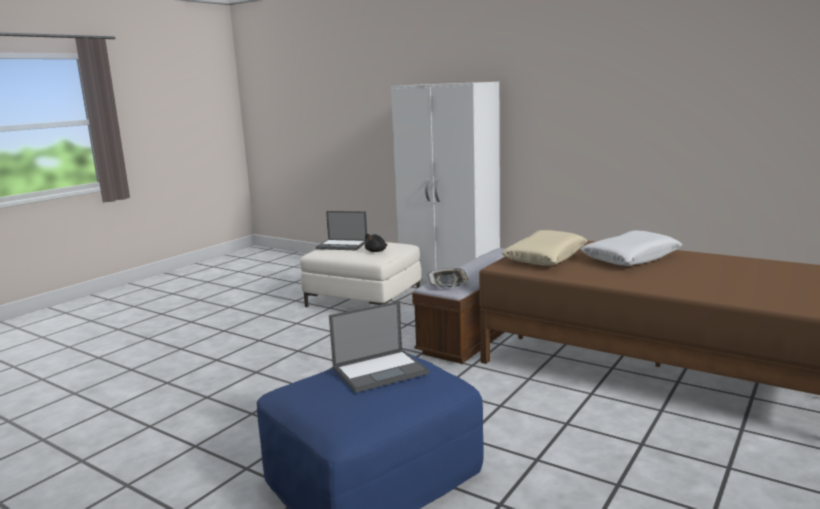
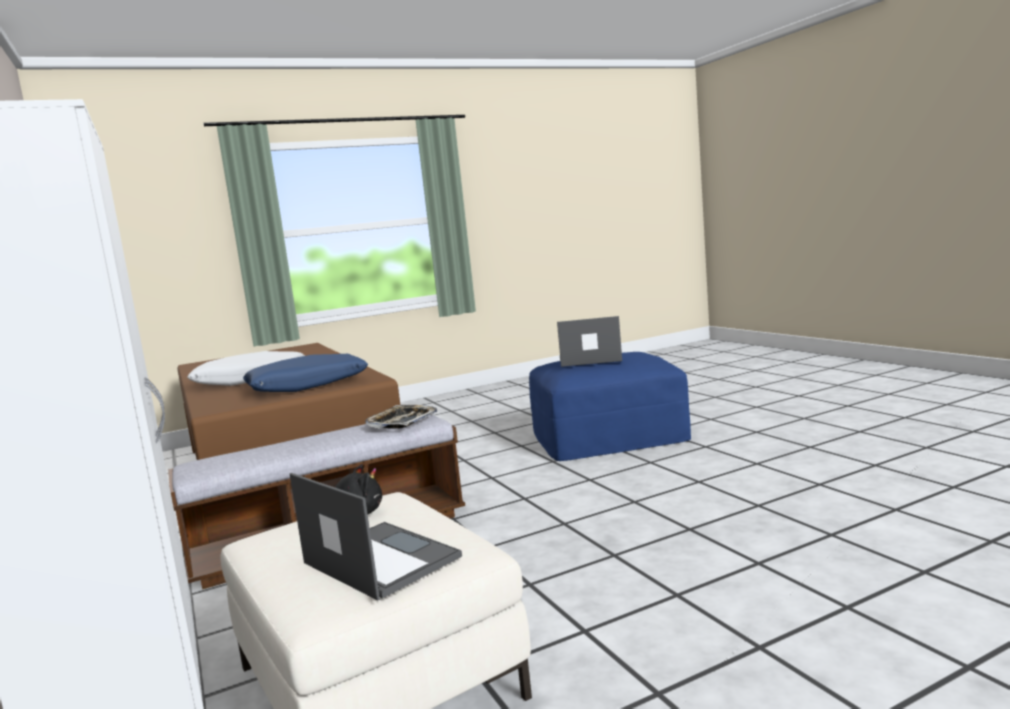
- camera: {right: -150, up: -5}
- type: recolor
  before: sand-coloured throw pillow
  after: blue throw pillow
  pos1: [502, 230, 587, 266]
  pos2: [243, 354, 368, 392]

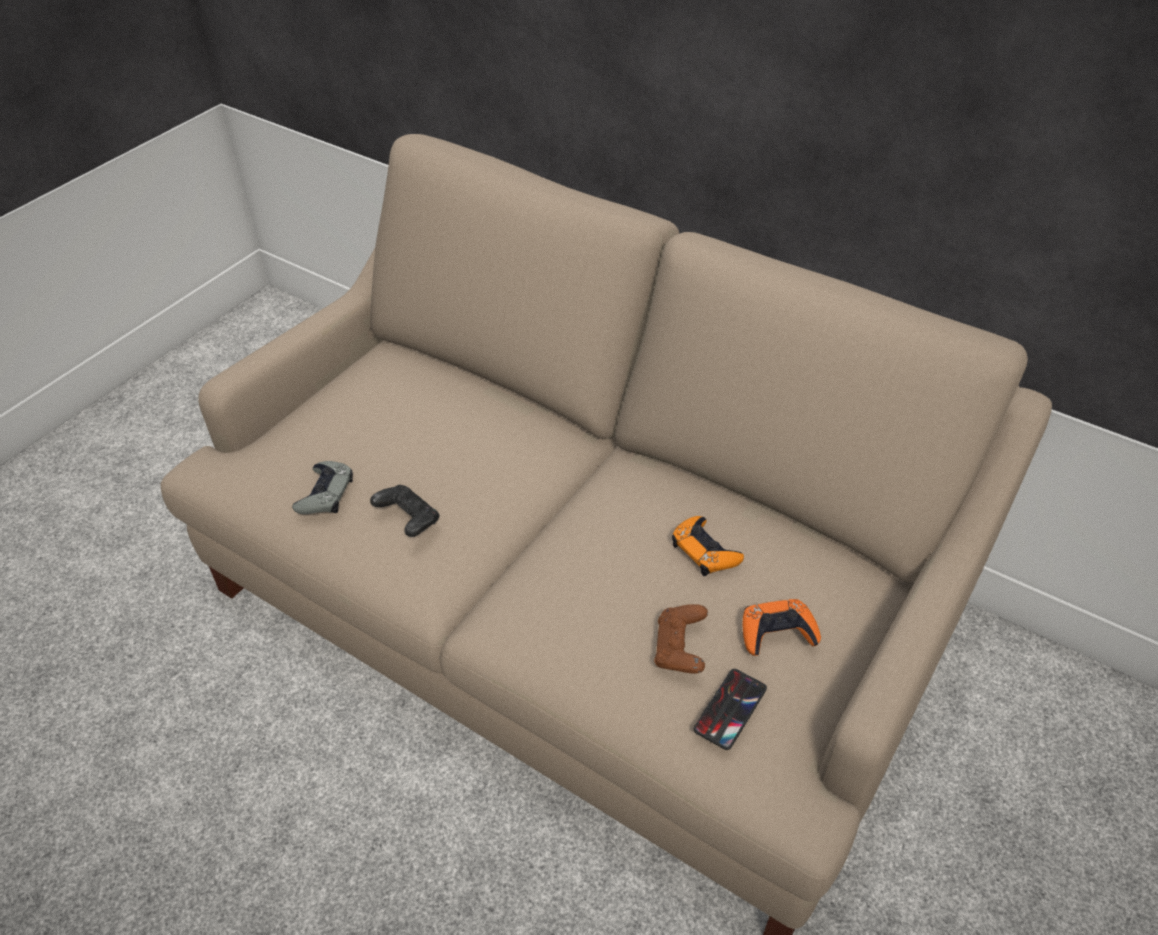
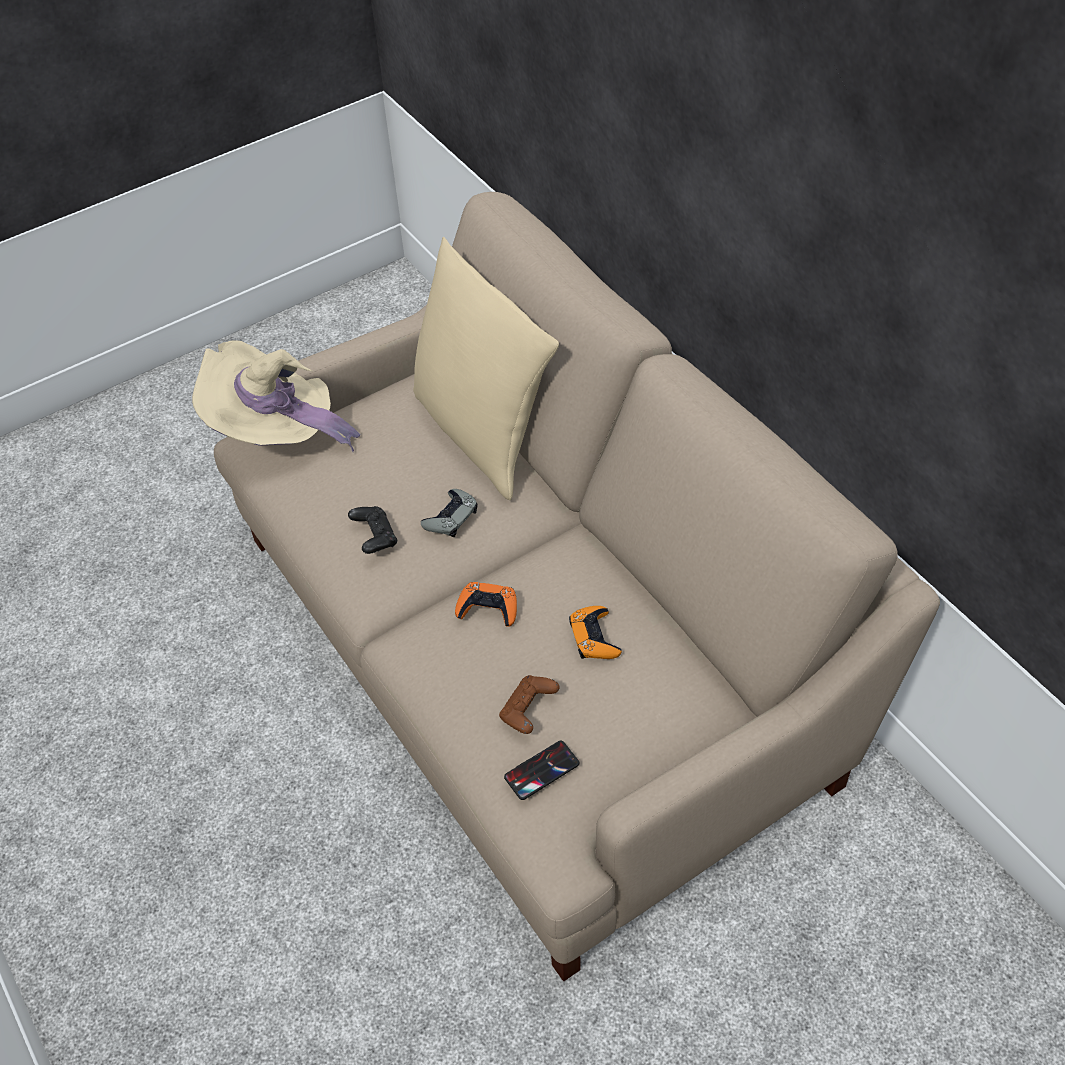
- camera: {right: 25, up: 5}
- type: move
  before: grey joypad
  pos1: [292, 461, 353, 514]
  pos2: [421, 489, 478, 537]
- type: move
  before: orange joypad
  pos1: [743, 599, 821, 656]
  pos2: [455, 582, 517, 627]
- type: insert
  after: sand-coloured wearable hat
  pos2: [192, 340, 360, 452]
- type: insert
  after: sand-coloured throw pillow
  pos2: [413, 237, 559, 500]

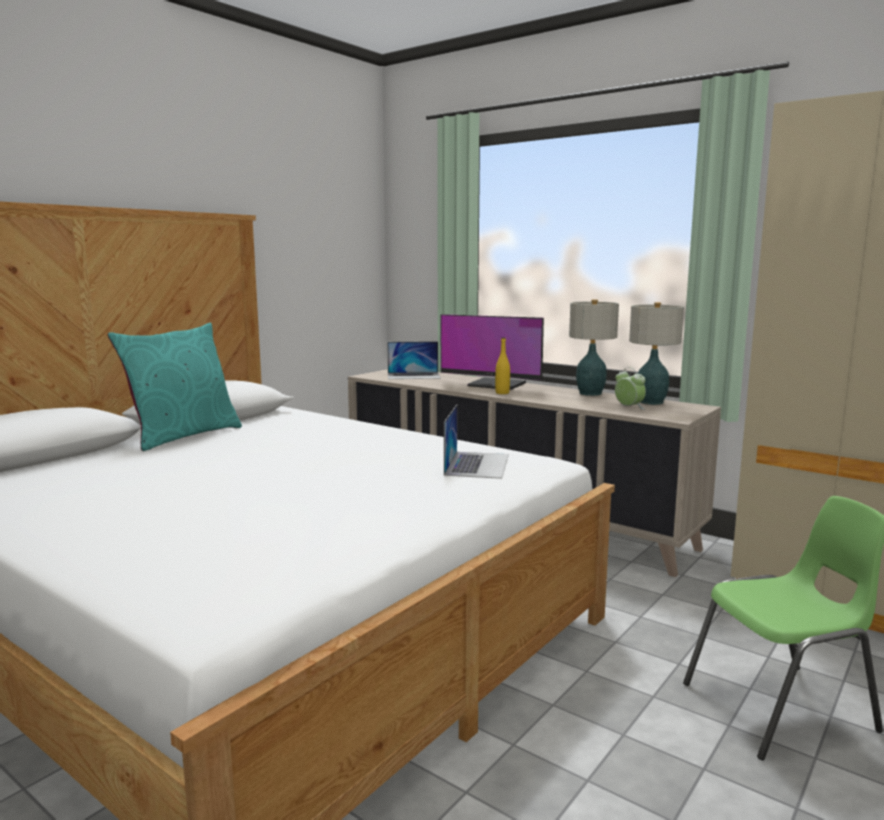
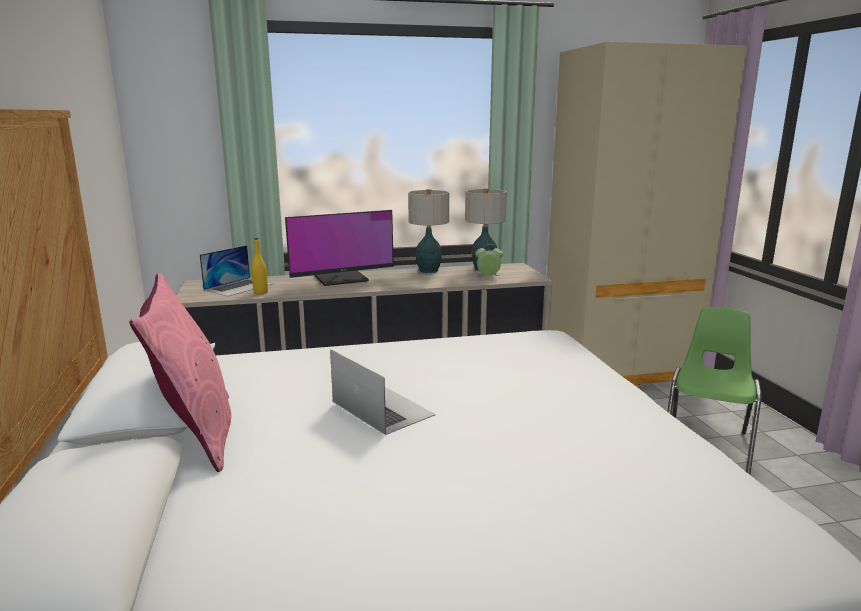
- camera: {right: -50, up: 5}
- type: recolor
  before: turquoise-coloured throw pillow
  after: pink throw pillow
  pos1: [107, 323, 242, 451]
  pos2: [129, 273, 231, 472]
- type: move
  before: laptop
  pos1: [444, 405, 509, 479]
  pos2: [330, 349, 436, 435]
- type: move
  before: yellow-coloured drink bottle
  pos1: [495, 337, 510, 394]
  pos2: [251, 238, 268, 294]

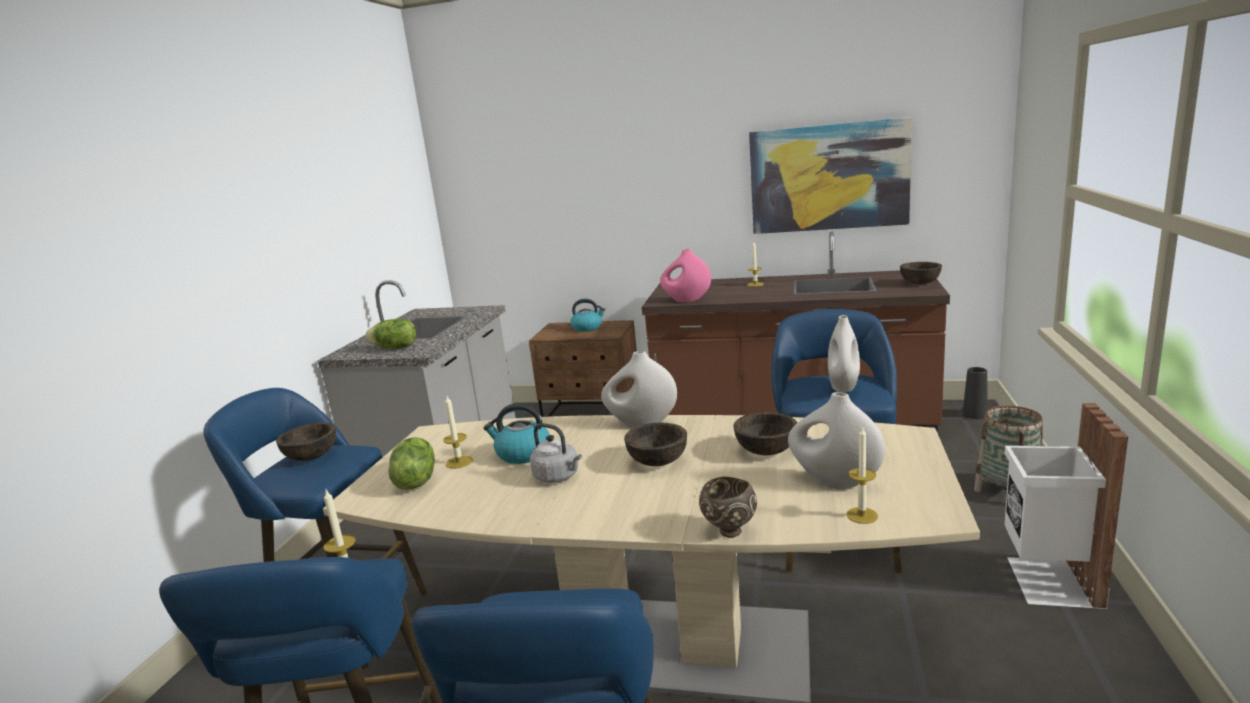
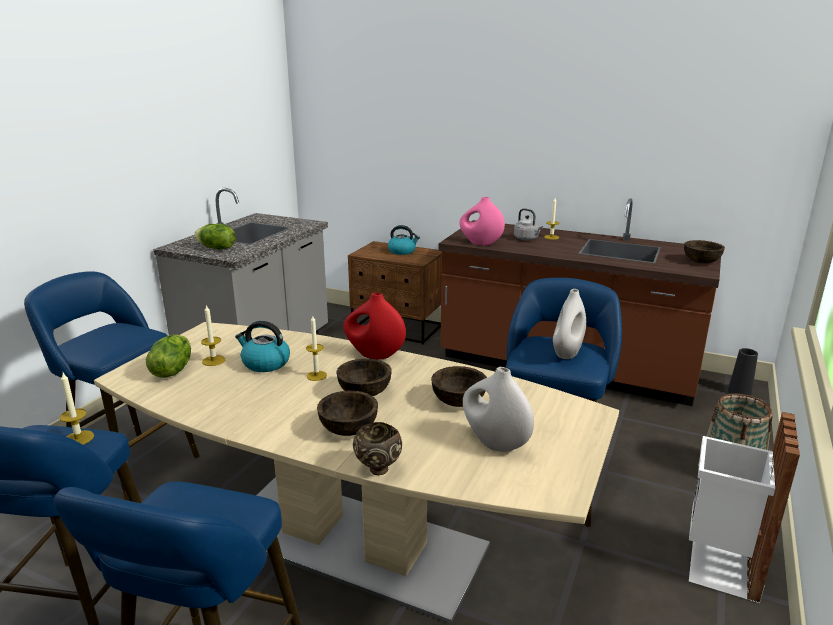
- camera: {right: 10, up: 5}
- type: move
  before: brown serving bowl
  pos1: [276, 422, 336, 461]
  pos2: [317, 391, 378, 436]
- type: move
  before: grey kettle
  pos1: [530, 423, 582, 483]
  pos2: [514, 208, 543, 240]
- type: recolor
  before: whitish flower vase
  after: red-coloured flower vase
  pos1: [601, 351, 677, 428]
  pos2: [343, 293, 406, 360]
- type: delete
  before: wall picture
  pos1: [749, 117, 912, 234]
- type: move
  before: wax light
  pos1: [847, 426, 878, 524]
  pos2: [306, 316, 327, 381]

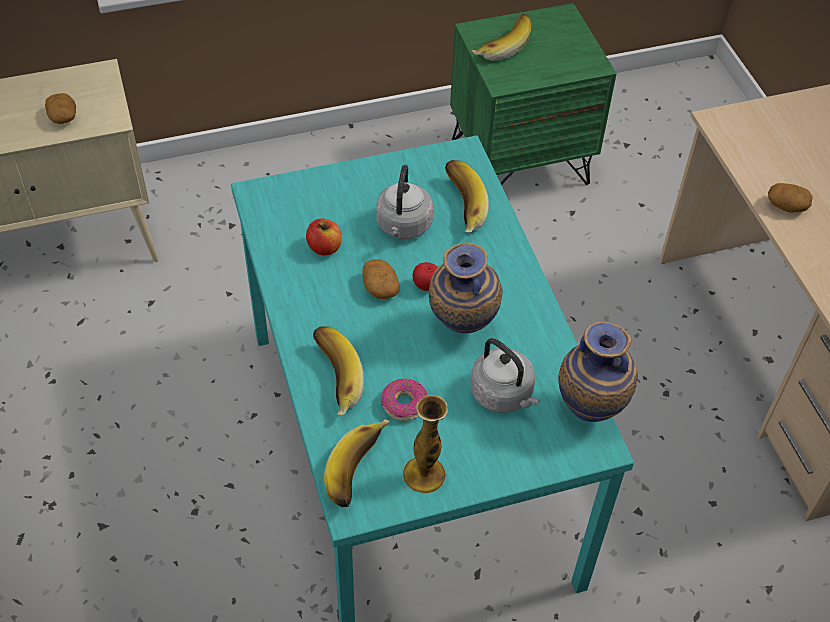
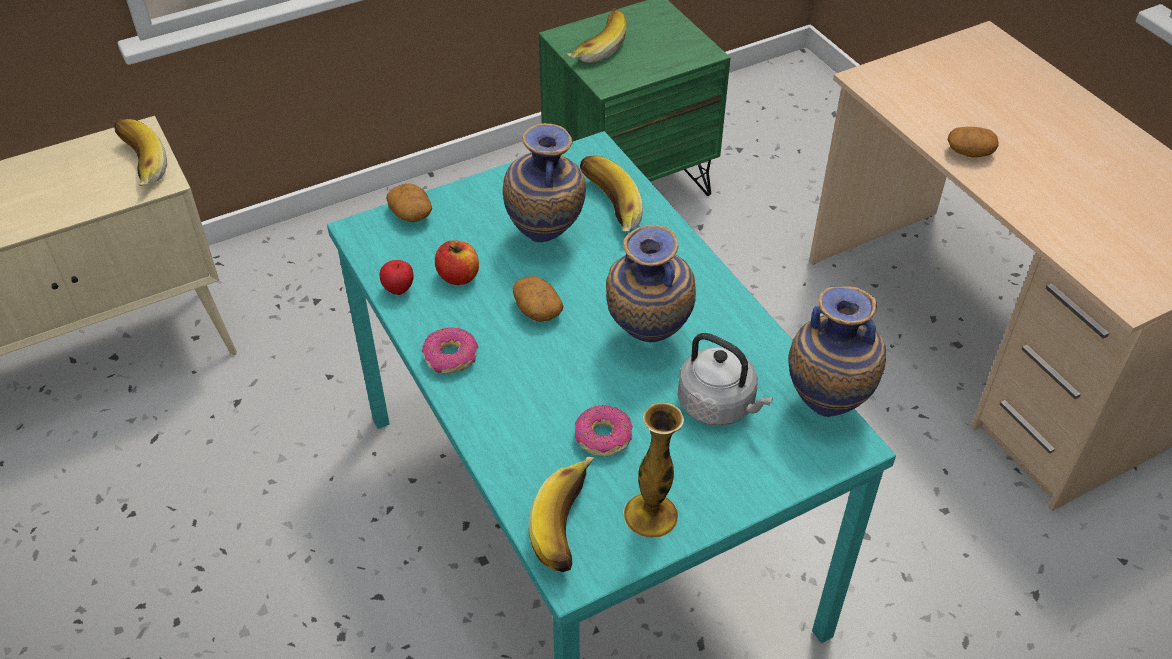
- camera: {right: -10, up: -5}
- type: move
  before: spud
  pos1: [45, 93, 76, 124]
  pos2: [386, 183, 432, 222]
- type: move
  before: banana
  pos1: [313, 327, 364, 415]
  pos2: [114, 119, 167, 186]
- type: replace
  before: grey kettle
  after: flower vase
  pos1: [376, 165, 433, 239]
  pos2: [503, 123, 586, 242]
- type: move
  before: apple
  pos1: [413, 262, 437, 291]
  pos2: [380, 260, 414, 295]
- type: insert
  after: donut
  pos2: [422, 327, 478, 374]

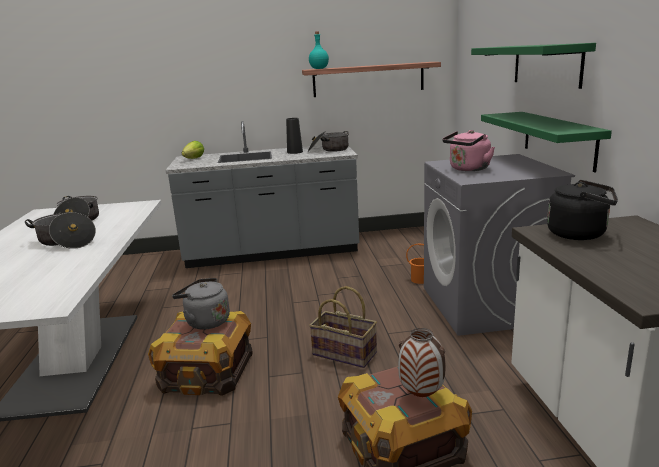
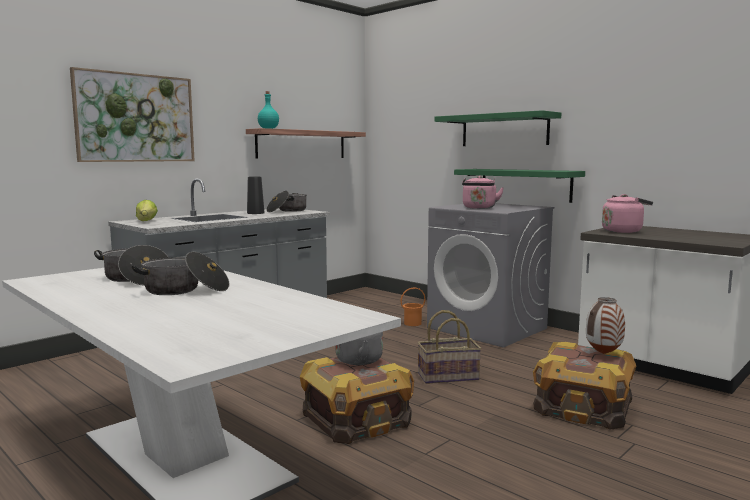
- camera: {right: -40, up: -10}
- type: recolor
  before: black kettle
  after: pink kettle
  pos1: [547, 180, 618, 240]
  pos2: [602, 194, 653, 233]
- type: insert
  after: wall picture
  pos2: [70, 67, 195, 162]

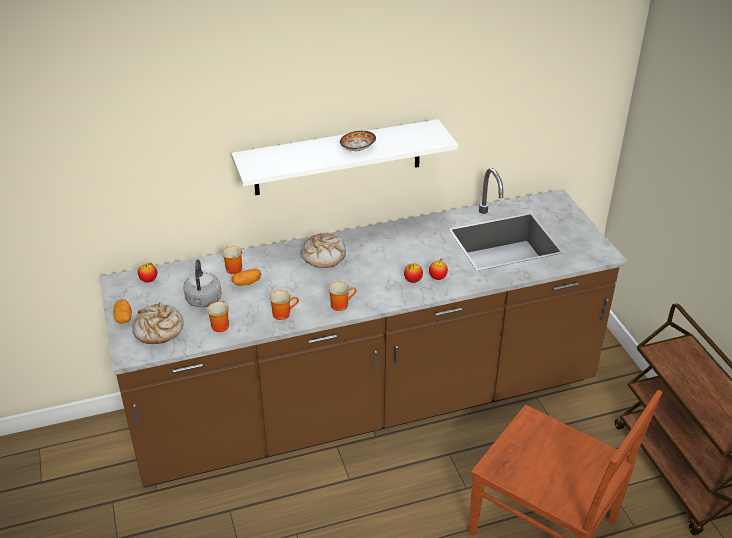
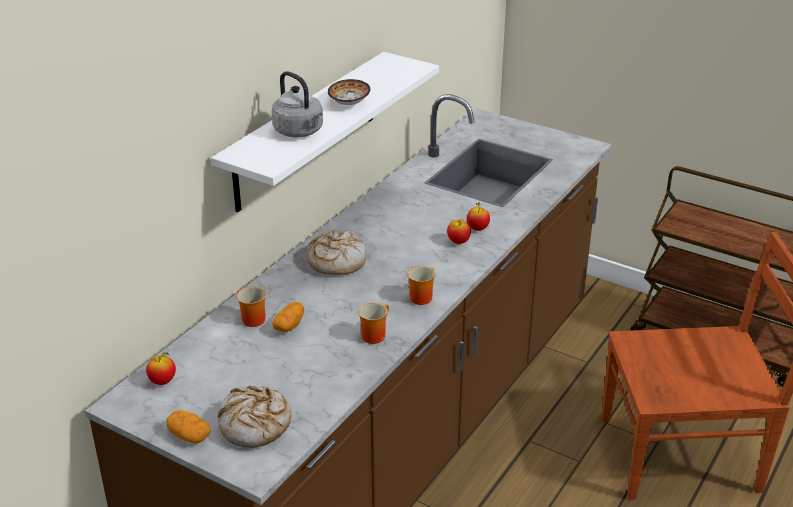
- camera: {right: -40, up: -5}
- type: move
  before: grey kettle
  pos1: [183, 259, 222, 307]
  pos2: [272, 71, 323, 137]
- type: delete
  before: tea mug
  pos1: [207, 301, 229, 332]

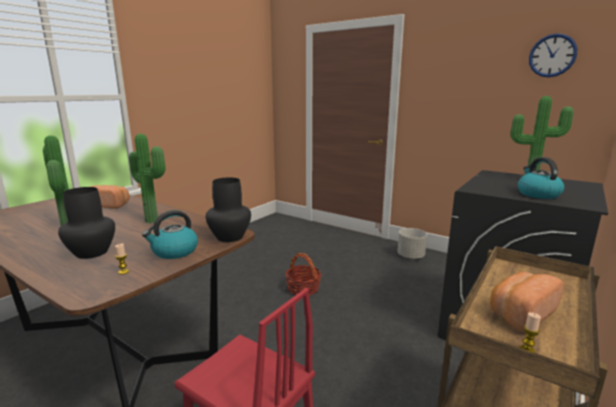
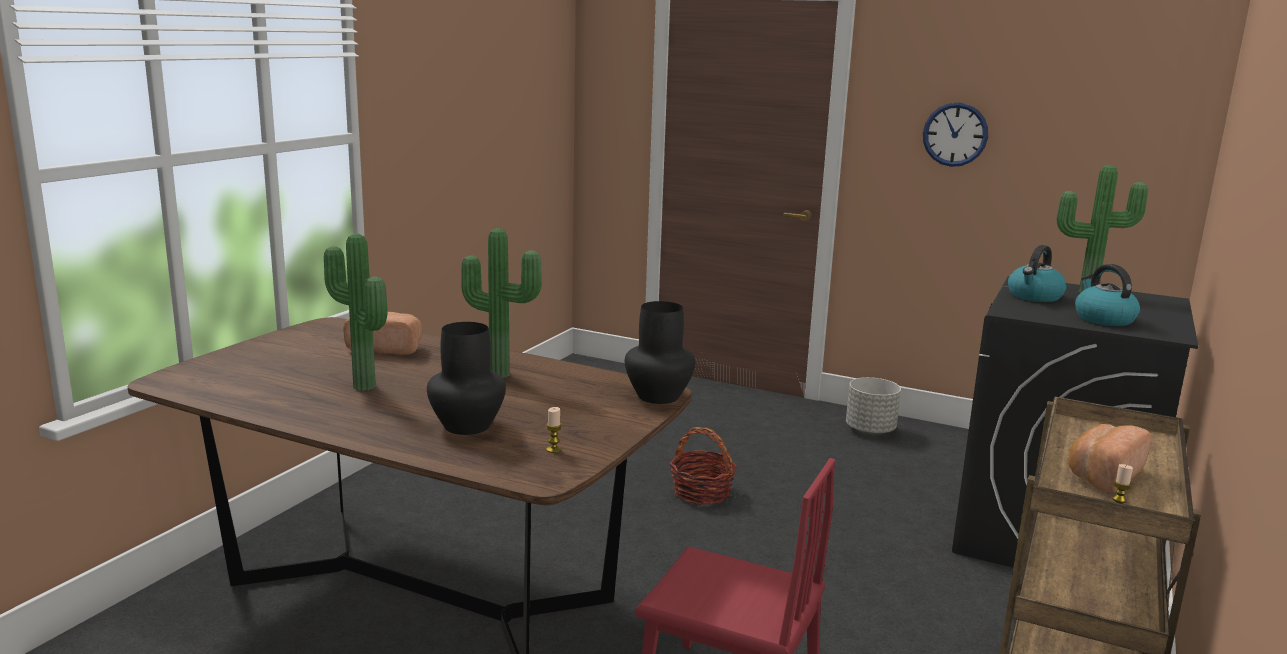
- camera: {right: -10, up: 0}
- type: move
  before: kettle
  pos1: [142, 210, 198, 259]
  pos2: [1008, 245, 1067, 302]
- type: move
  before: wall clock
  pos1: [529, 33, 577, 77]
  pos2: [923, 102, 988, 167]

